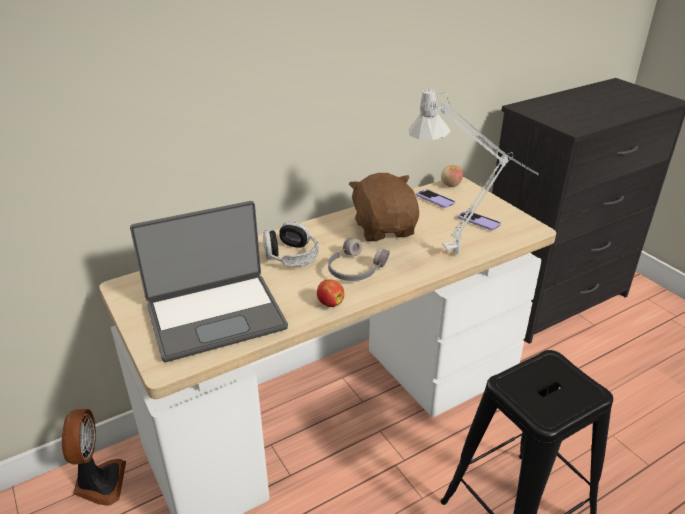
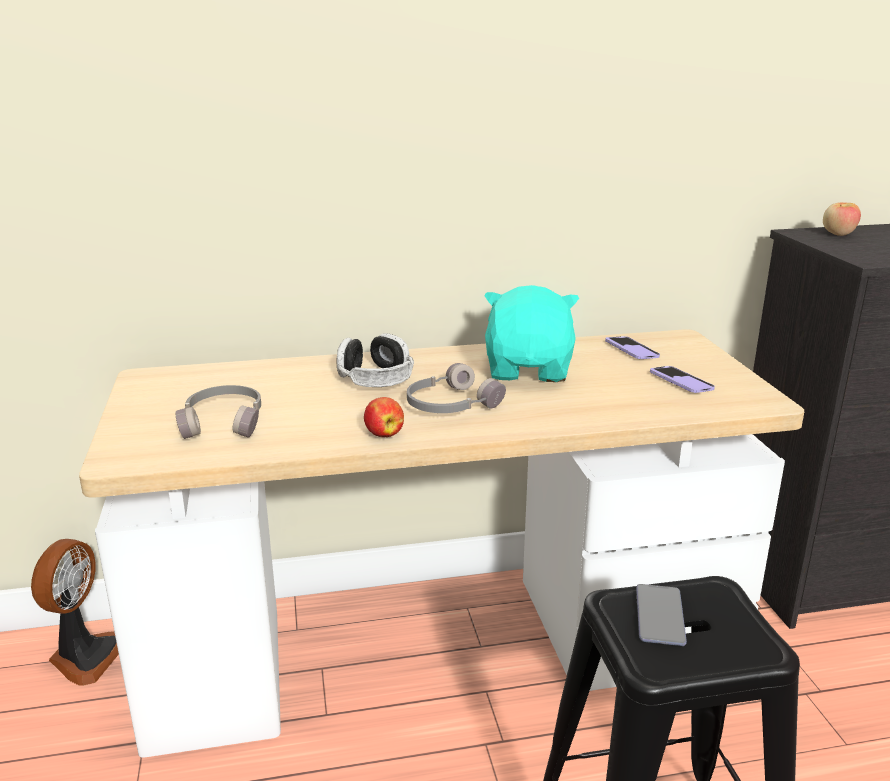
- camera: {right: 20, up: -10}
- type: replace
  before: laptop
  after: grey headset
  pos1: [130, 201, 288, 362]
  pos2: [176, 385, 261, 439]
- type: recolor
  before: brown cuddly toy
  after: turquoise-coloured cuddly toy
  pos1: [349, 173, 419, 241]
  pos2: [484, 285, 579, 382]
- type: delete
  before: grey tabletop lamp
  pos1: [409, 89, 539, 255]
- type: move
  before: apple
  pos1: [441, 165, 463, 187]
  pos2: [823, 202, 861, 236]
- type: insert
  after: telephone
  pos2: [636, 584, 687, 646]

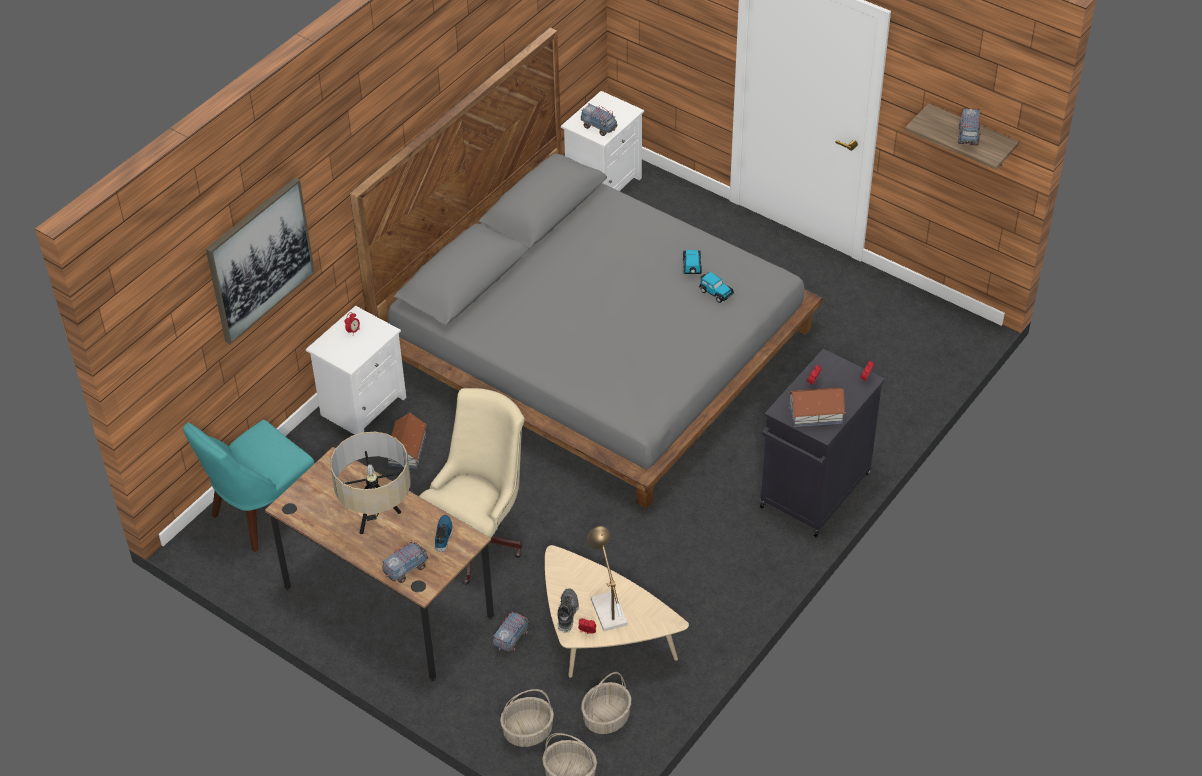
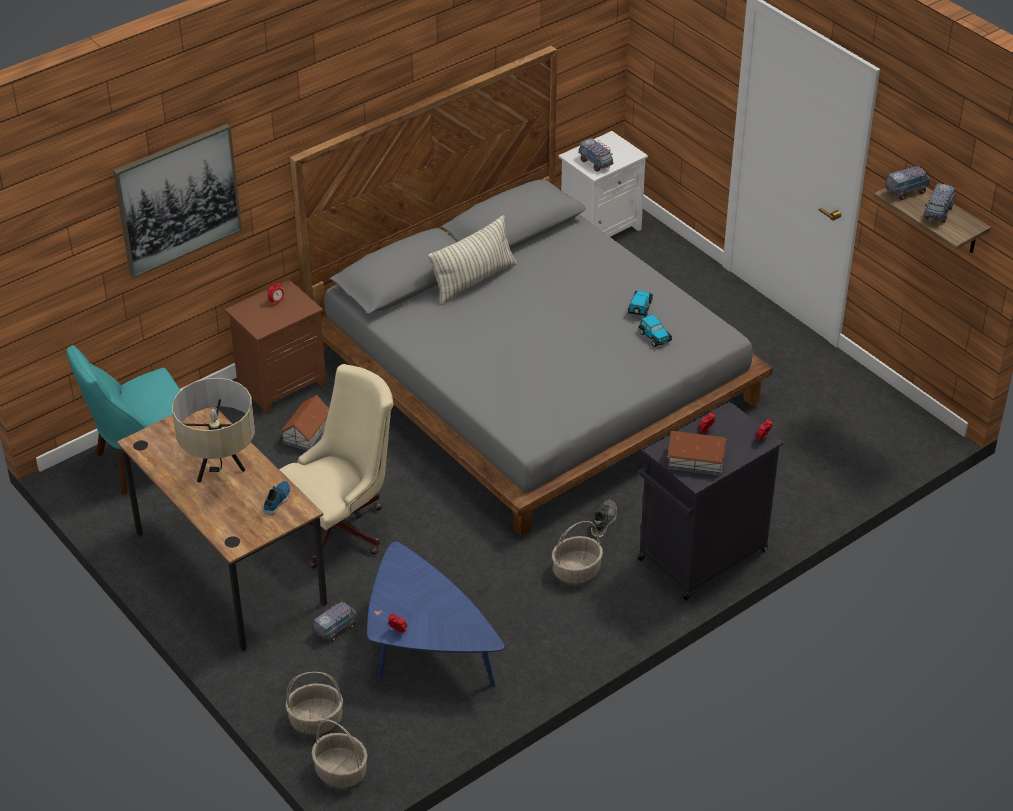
- camera: {right: 15, up: -5}
- type: recolor
  before: whitish nightstand
  after: brown nightstand
  pos1: [306, 306, 406, 435]
  pos2: [224, 280, 326, 415]
- type: move
  before: toy lorry
  pos1: [382, 540, 428, 583]
  pos2: [885, 163, 930, 200]
- type: recolor
  before: sand-coloured lounge table
  after: blue lounge table
  pos1: [545, 545, 689, 678]
  pos2: [367, 542, 505, 687]
- type: move
  before: shoe
  pos1: [558, 588, 579, 632]
  pos2: [591, 499, 617, 537]
- type: move
  before: household basket
  pos1: [581, 672, 631, 734]
  pos2: [552, 521, 603, 584]
- type: delete
  before: tabletop lamp
  pos1: [587, 526, 628, 631]
- type: insert
  after: throw pillow
  pos2: [428, 215, 517, 305]

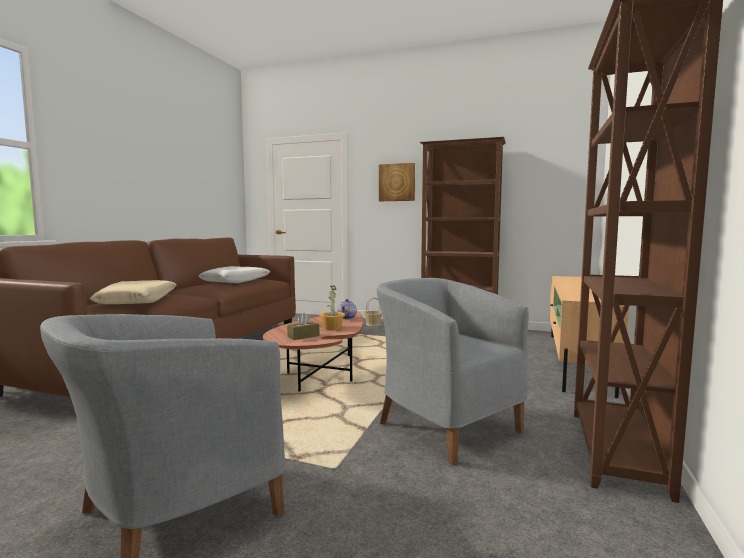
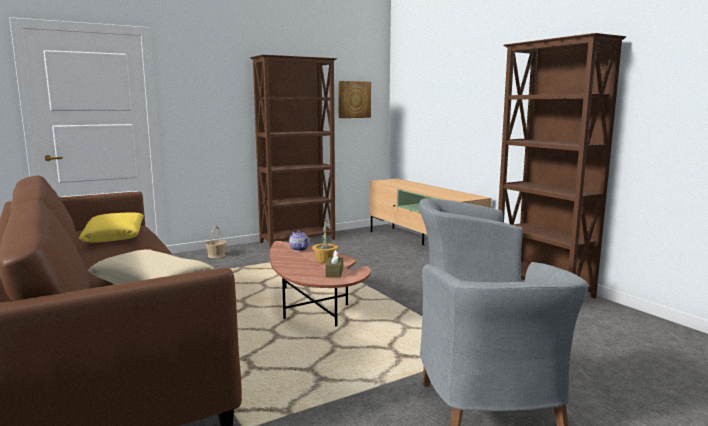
- camera: {right: -50, up: 5}
- type: recolor
  before: whitish throw pillow
  after: yellow-coloured throw pillow
  pos1: [198, 266, 270, 283]
  pos2: [79, 212, 144, 242]
- type: move
  before: wall picture
  pos1: [379, 163, 415, 201]
  pos2: [338, 81, 371, 118]

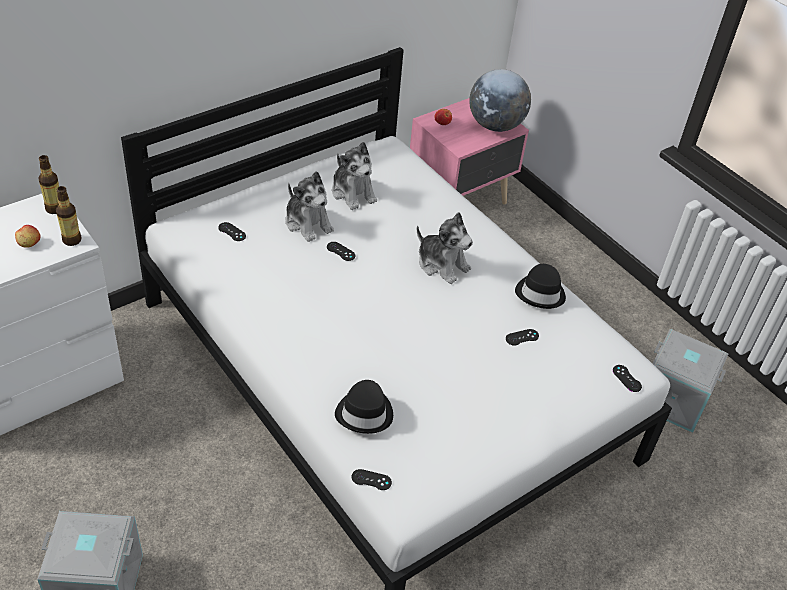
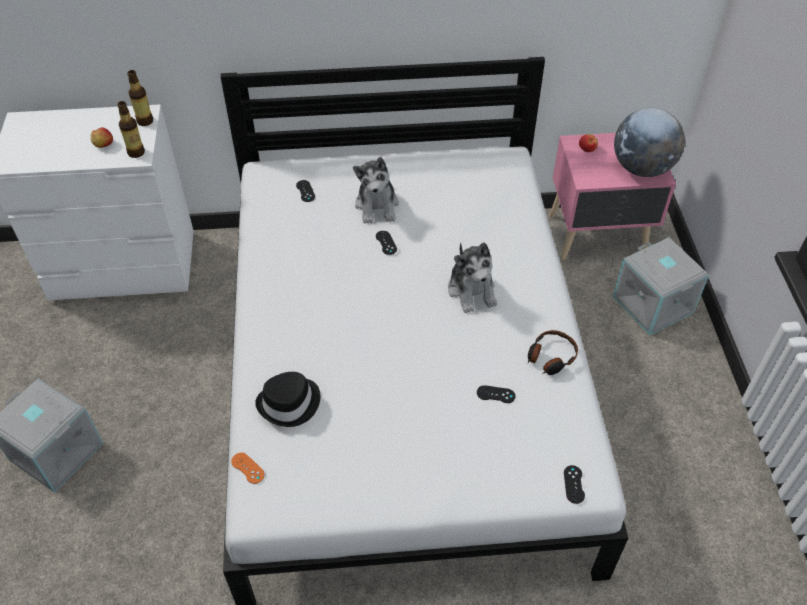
- camera: {right: 35, up: 5}
- type: delete
  before: cuddly toy
  pos1: [332, 142, 377, 210]
- type: recolor
  before: black joypad
  after: orange joypad
  pos1: [352, 469, 392, 490]
  pos2: [231, 453, 265, 484]
- type: replace
  before: black wearable hat
  after: headset
  pos1: [515, 264, 566, 309]
  pos2: [528, 330, 578, 375]
- type: move
  before: grey storage box
  pos1: [653, 329, 728, 433]
  pos2: [613, 237, 709, 335]

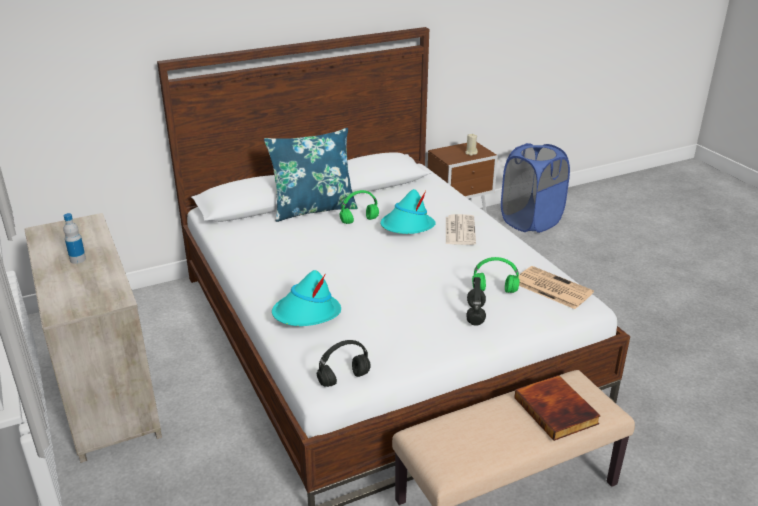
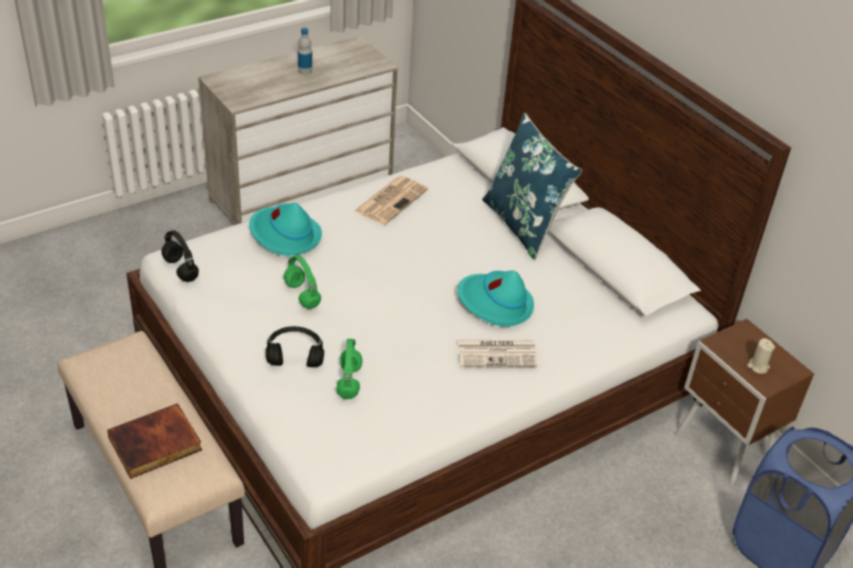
- camera: {right: 80, up: 10}
- type: move
  before: greenish headset
  pos1: [340, 190, 379, 224]
  pos2: [284, 255, 321, 309]
- type: move
  before: daily paper
  pos1: [518, 266, 594, 309]
  pos2: [355, 176, 428, 225]

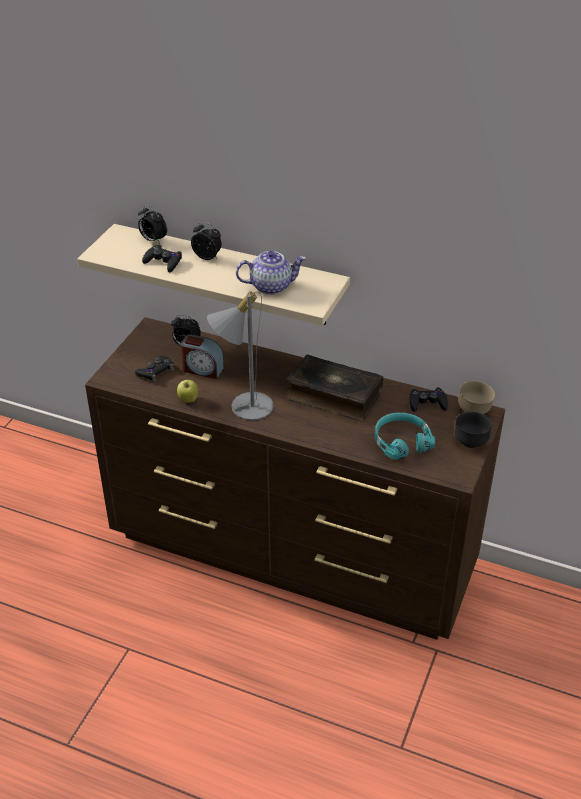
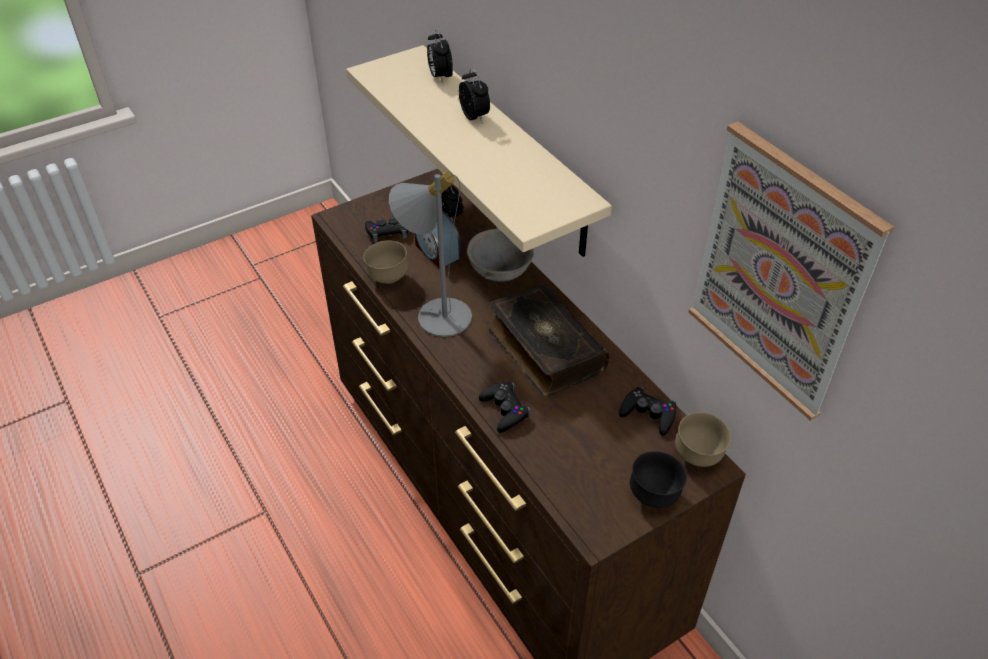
- camera: {right: 35, up: 5}
- type: move
  before: black joypad
  pos1: [142, 245, 182, 272]
  pos2: [479, 382, 530, 433]
- type: replace
  before: apple
  after: brown serving bowl
  pos1: [177, 380, 198, 403]
  pos2: [363, 240, 409, 284]
- type: delete
  before: tea pot
  pos1: [236, 251, 306, 295]
- type: delete
  before: turquoise-coloured headset
  pos1: [374, 412, 435, 460]
- type: insert
  after: grey serving bowl
  pos2: [467, 228, 534, 282]
- type: insert
  after: wall picture
  pos2: [688, 122, 894, 421]

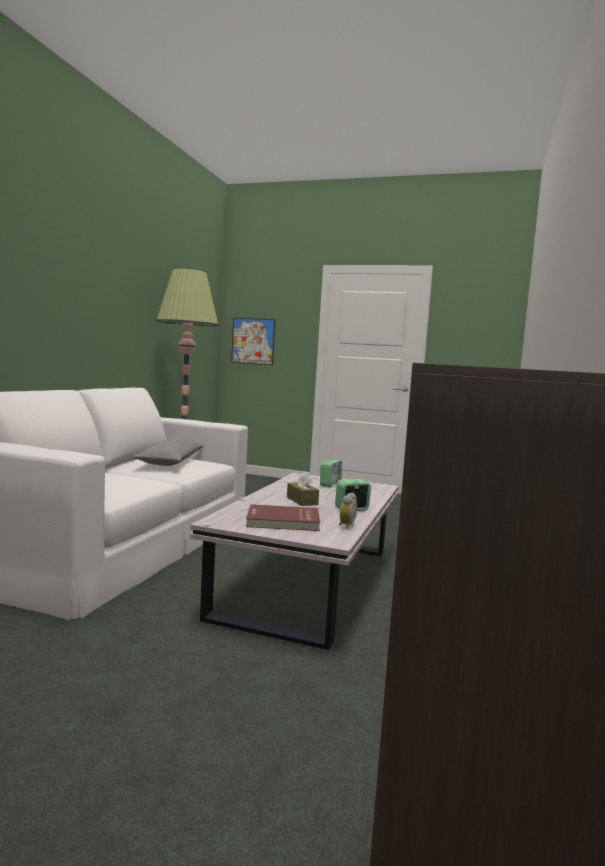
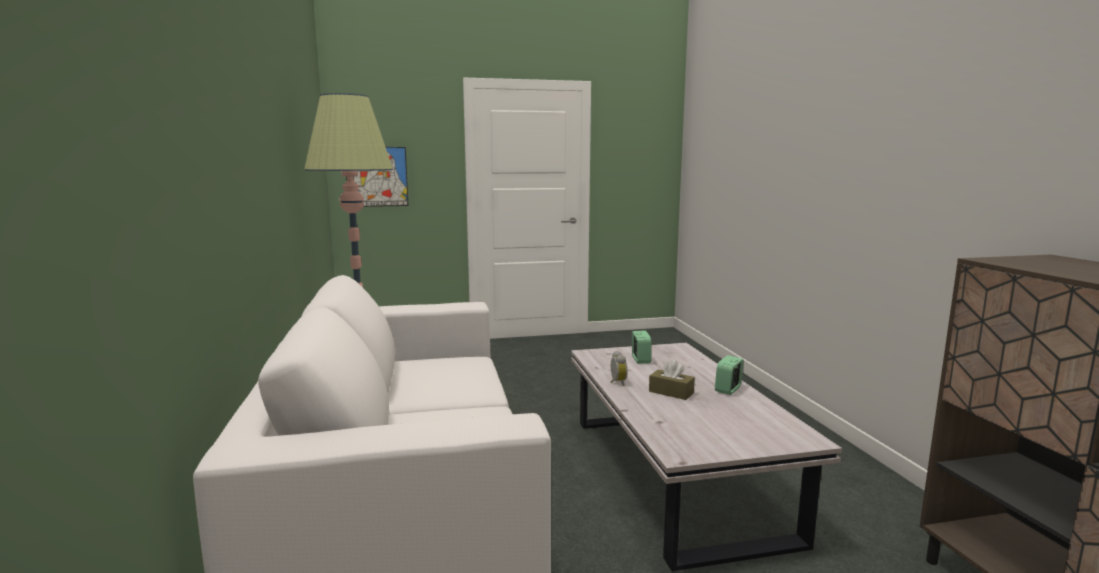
- camera: {right: -30, up: 5}
- type: delete
  before: grey throw pillow
  pos1: [133, 438, 204, 466]
- type: delete
  before: red-coloured volume
  pos1: [246, 504, 320, 531]
- type: move
  before: bedside clock
  pos1: [339, 493, 357, 530]
  pos2: [610, 351, 627, 386]

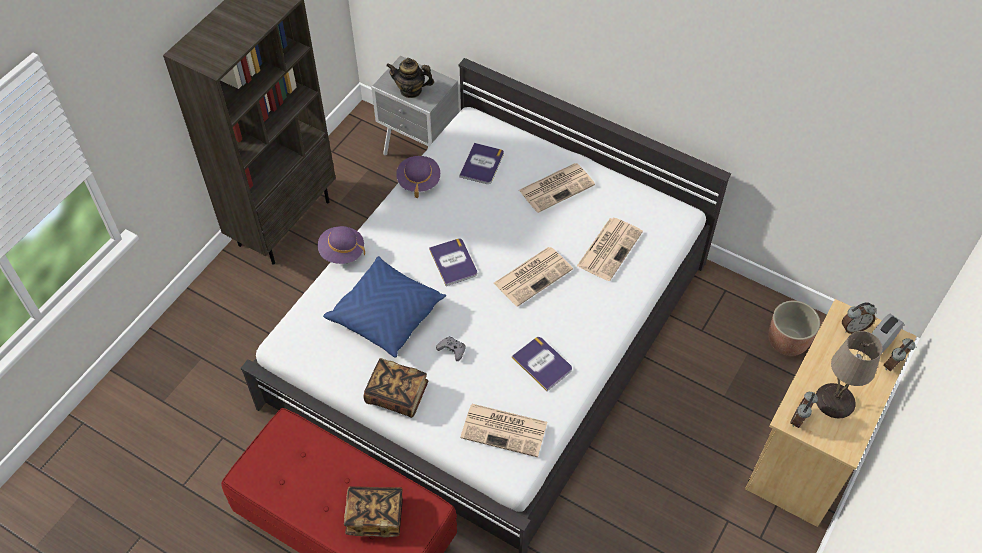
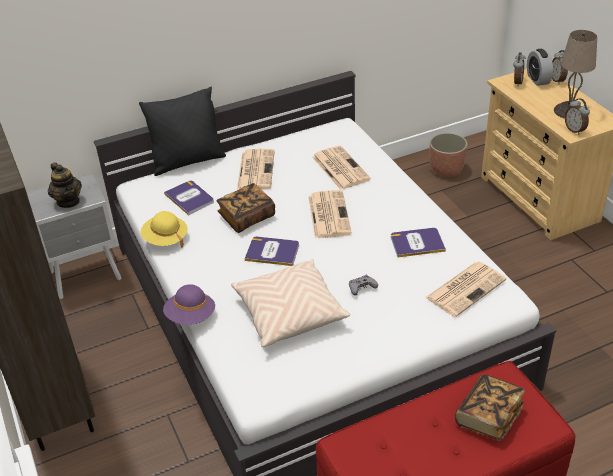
- camera: {right: -55, up: -15}
- type: recolor
  before: blue throw pillow
  after: sand-coloured throw pillow
  pos1: [323, 256, 446, 357]
  pos2: [231, 259, 350, 347]
- type: move
  before: volume
  pos1: [364, 358, 428, 418]
  pos2: [216, 183, 275, 233]
- type: rotate
  before: tea pot
  pos1: [386, 58, 434, 98]
  pos2: [48, 162, 82, 208]
  turn: -75
- type: recolor
  before: purple wearable hat
  after: yellow-coloured wearable hat
  pos1: [396, 156, 440, 198]
  pos2: [141, 211, 188, 248]
- type: insert
  after: black throw pillow
  pos2: [139, 86, 226, 176]

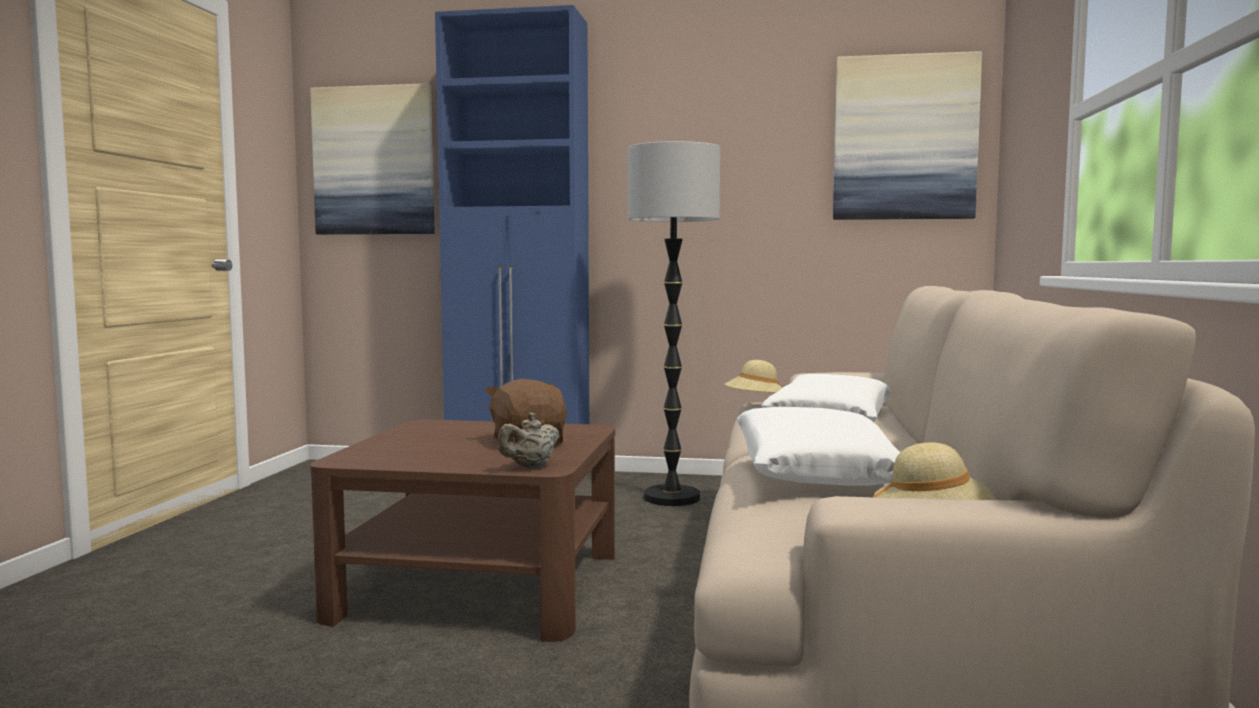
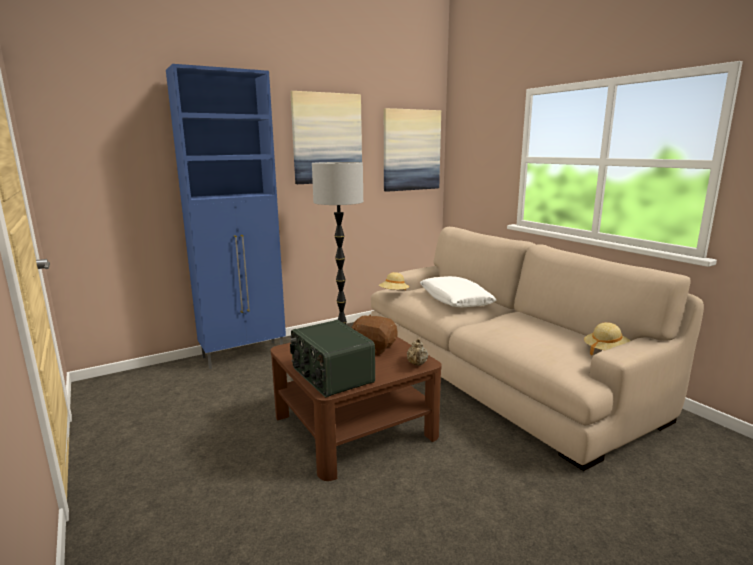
- camera: {right: -40, up: 10}
- type: move
  before: wall picture
  pos1: [310, 83, 434, 235]
  pos2: [290, 91, 362, 184]
- type: delete
  before: whitish throw pillow
  pos1: [737, 407, 900, 486]
- type: insert
  after: radio
  pos2: [290, 320, 375, 397]

